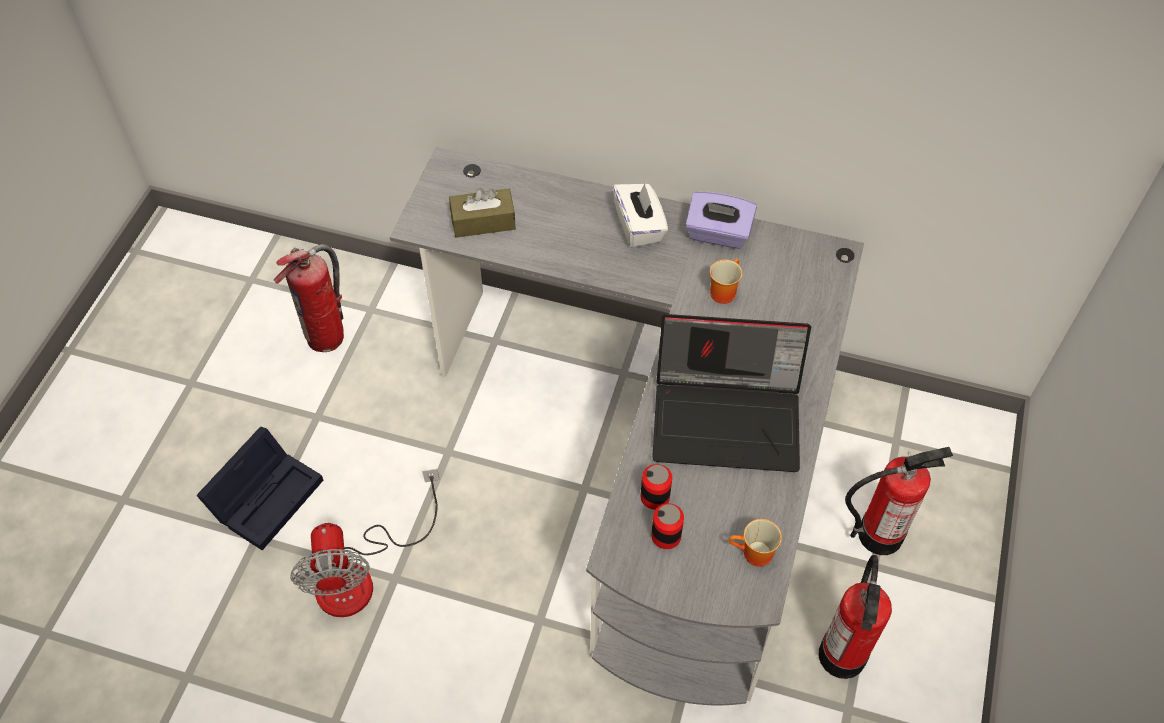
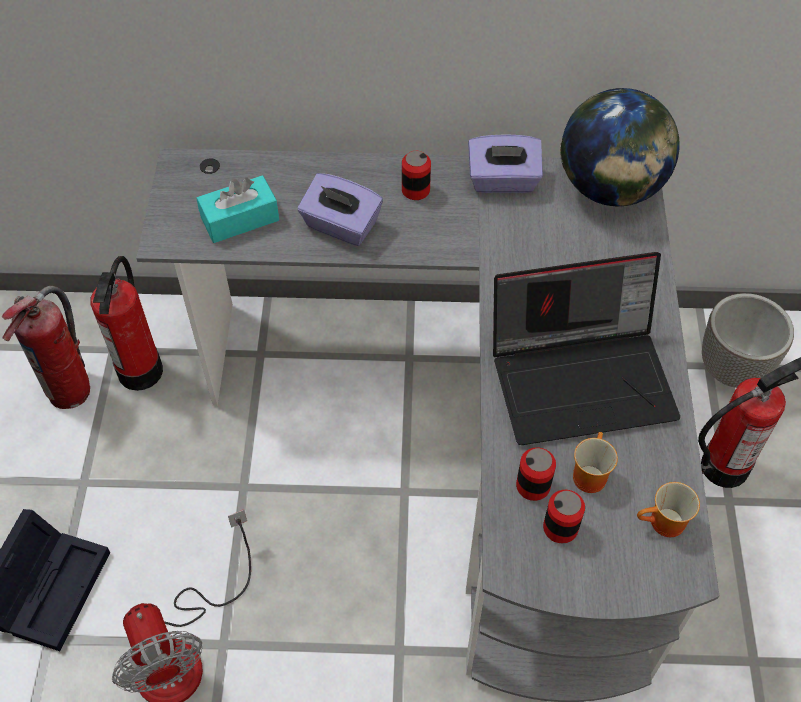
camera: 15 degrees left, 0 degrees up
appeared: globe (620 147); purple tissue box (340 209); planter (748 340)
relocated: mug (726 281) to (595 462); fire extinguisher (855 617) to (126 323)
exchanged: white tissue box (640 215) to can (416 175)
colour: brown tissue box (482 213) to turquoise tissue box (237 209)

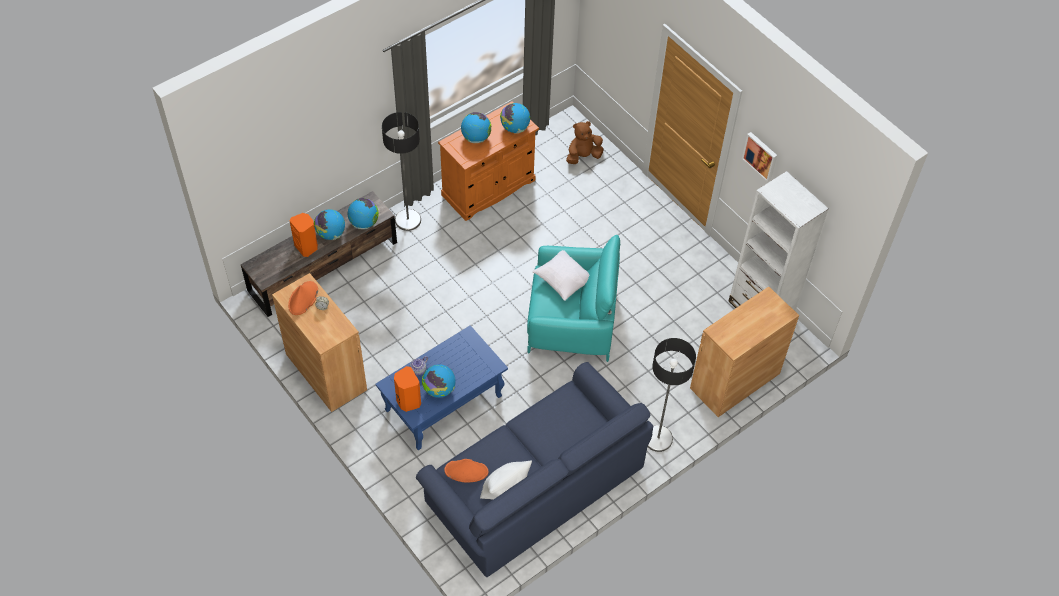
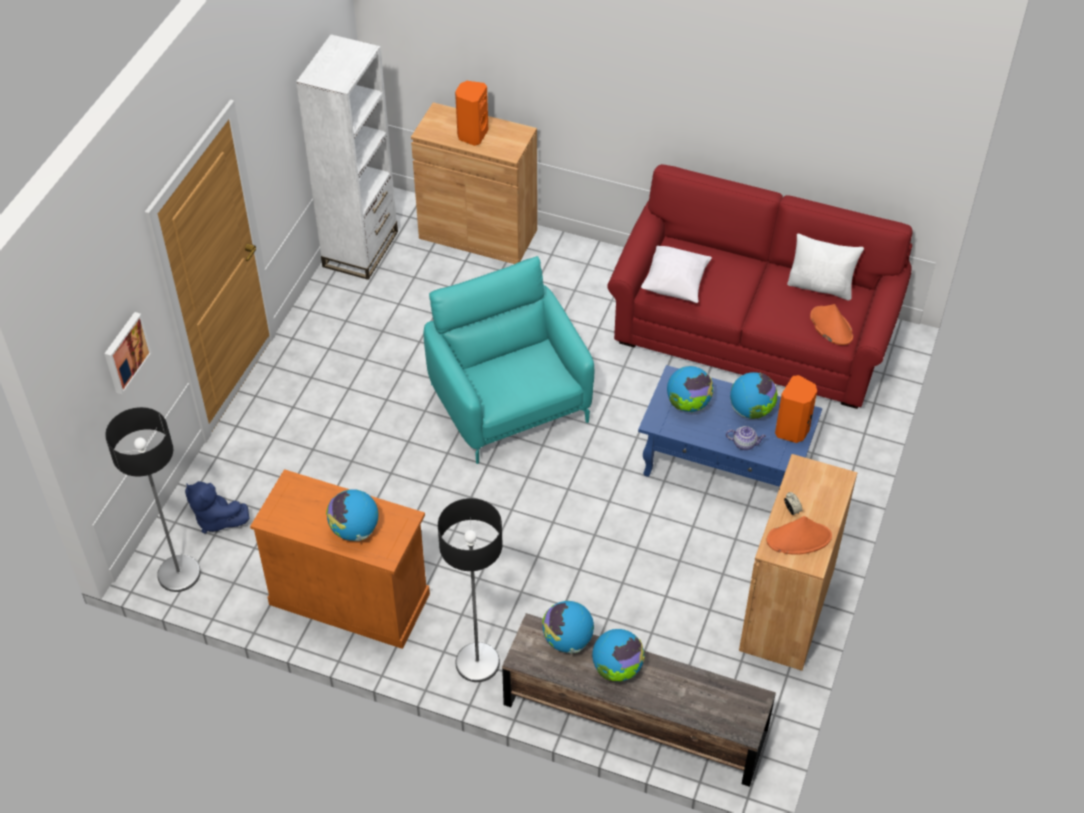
camera: 120 degrees left, 5 degrees down
relocated: globe (515 118) to (690 389); picture (759 157) to (128 353); orange speaker (304 235) to (471 113); white pillow (560 275) to (676 274); floor lamp (672 395) to (153 499)
colour: brown plush toy (585 142) to blue plush toy (217 507); blue sofa (534 469) to red sofa (760 286)

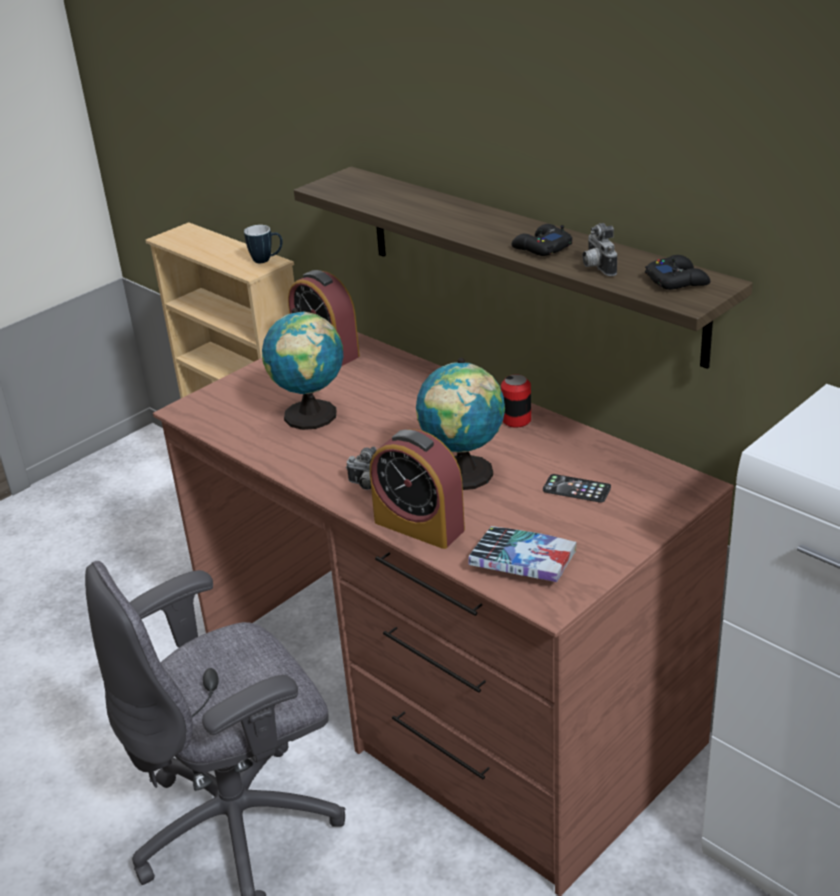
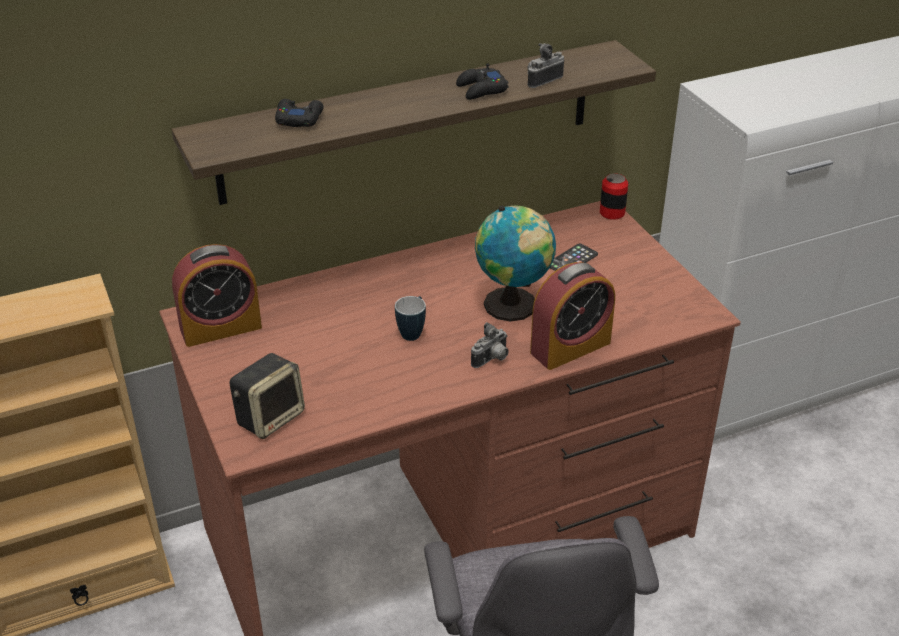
camera: 70 degrees left, 5 degrees up
missing: globe (302 369); book (522 554)
appeared: speaker (267 396)
relocated: mug (263 244) to (410 318); black game controller (677 272) to (299 113); can (516 400) to (614 196)
spun: photo camera (599 249) = (545 65) 135 degrees clockwise

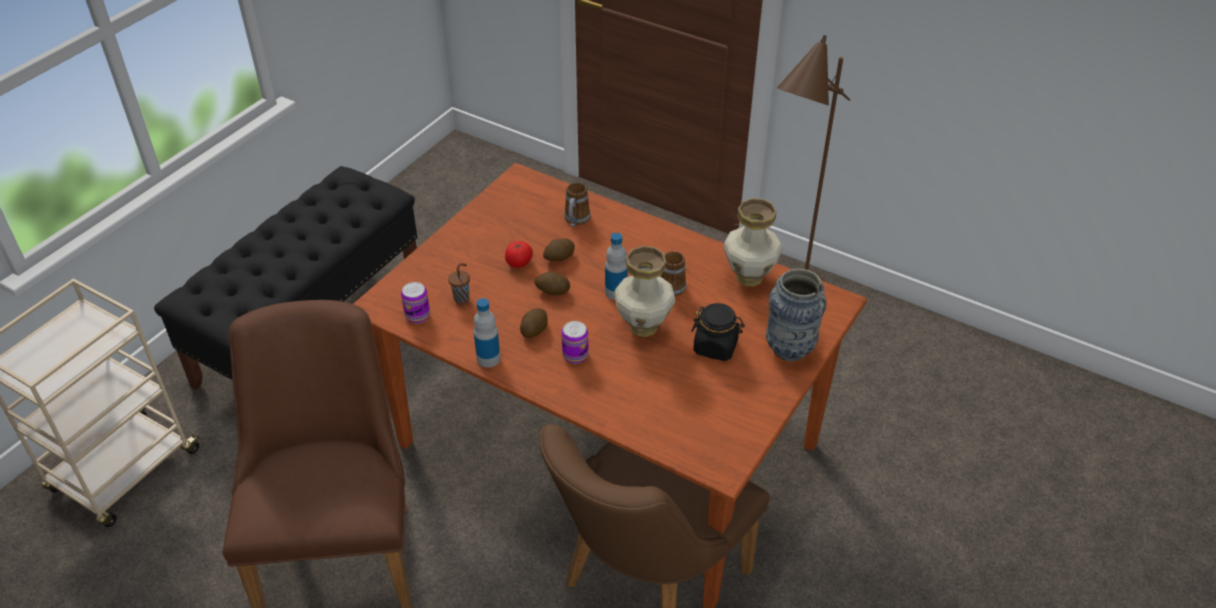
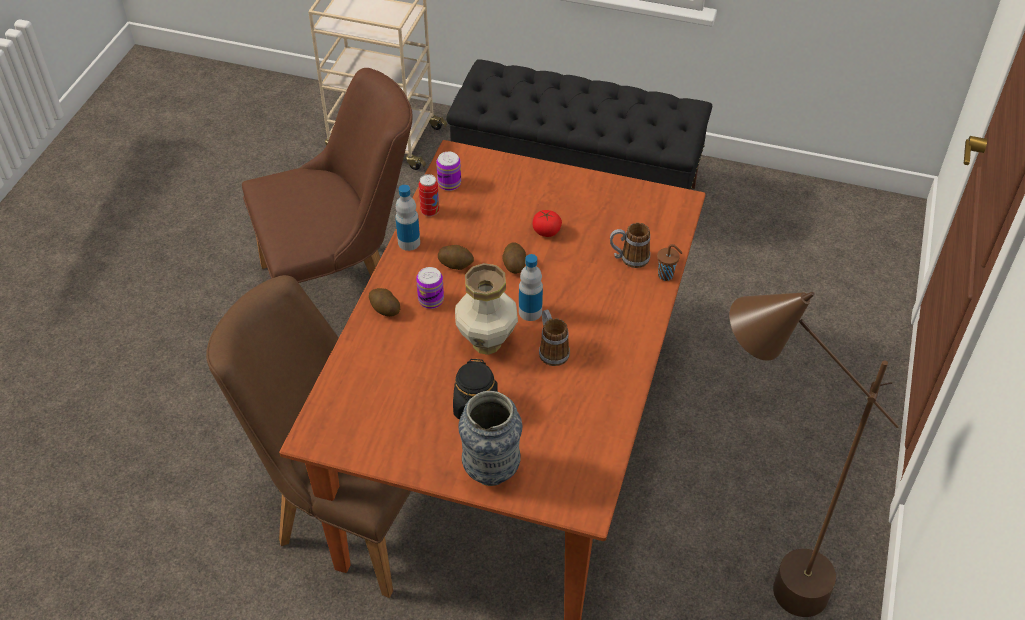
camera: 75 degrees right, 5 degrees up
missing: vase (753 242)
appeared: can (429 195)
relocated: potato (559 249) to (384 302); brown cup (459 283) to (670 262)

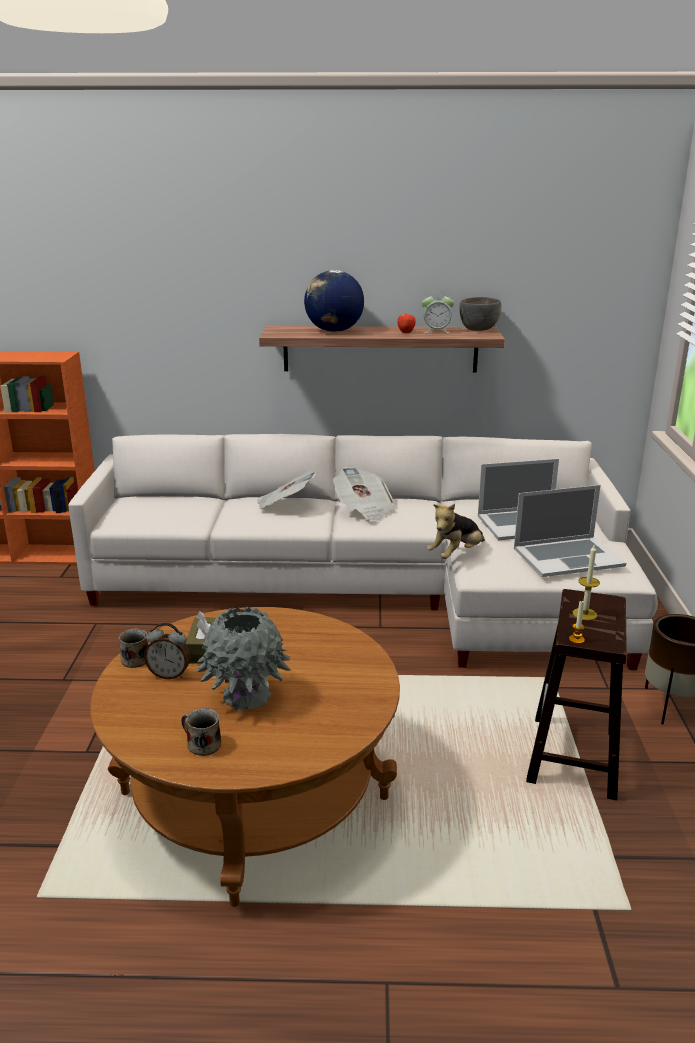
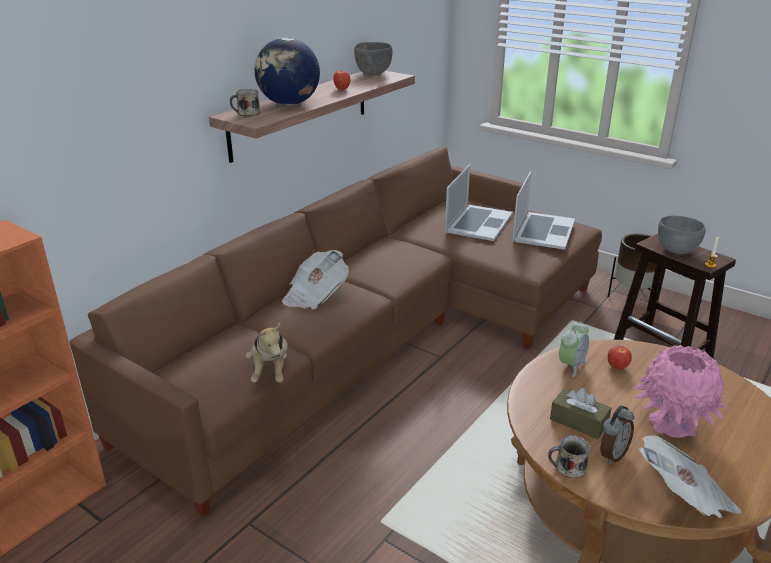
camera: 55 degrees left, 5 degrees up
appeared: apple (620 357)
relocated: alarm clock (438 312) to (574 349); newspaper (364 494) to (690 476); plush toy (456 531) to (267 353); mug (201 732) to (245 102)
exchanged: candle (586 583) to grey bowl (682 235)
colour: white sofa (363 552) to brown sofa (336 331); grey vase (244 659) to pink vase (679 391)

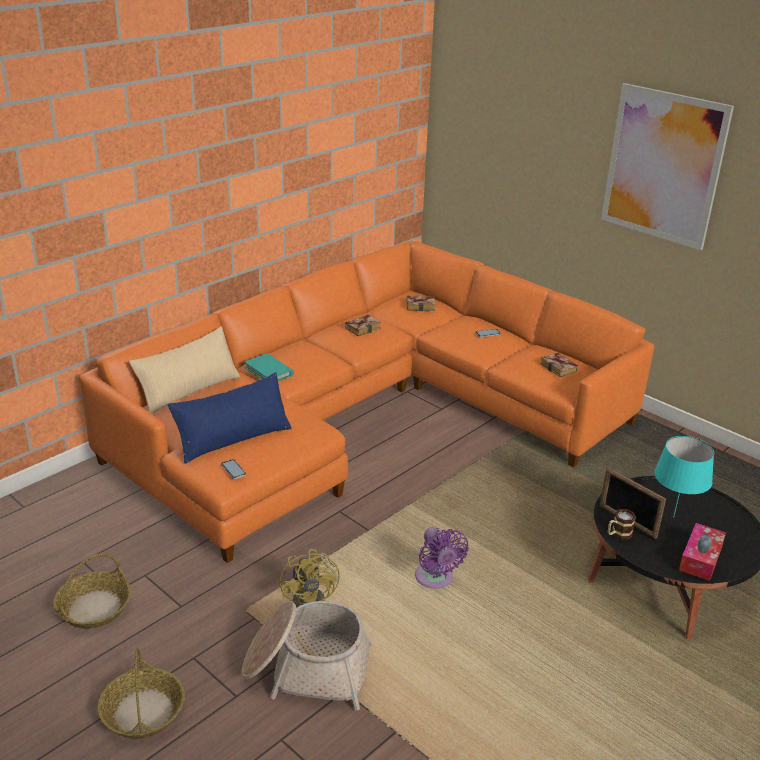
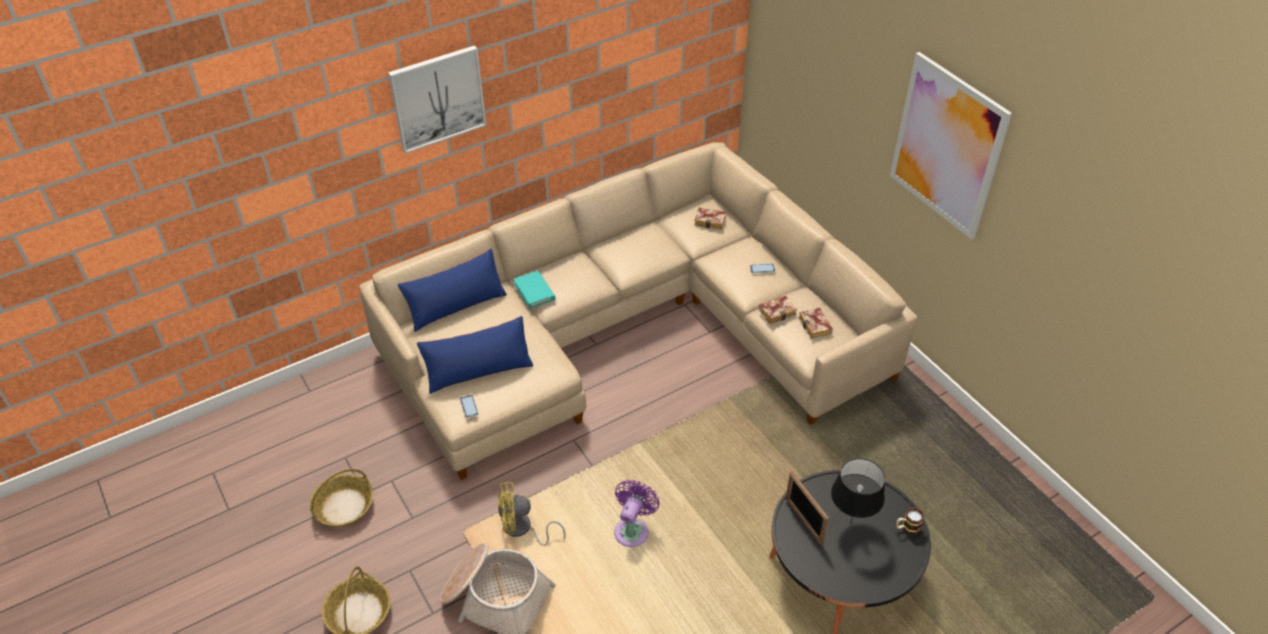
camera: 15 degrees right, 15 degrees up
missing: tissue box (702 552)
appeared: picture (437 100)
relocated: book (363 325) to (778 310); mug (622 524) to (910 521)
colour: orange sofa (367 402) to beige sofa (638 311); beige pillow (184 370) to blue pillow (452 290); turquoise table lamp (684 477) to black table lamp (858 490)
spun: purple fan (442 558) = (637 513) 150 degrees counterclockwise; yellow fan (309 578) = (532 514) 75 degrees clockwise

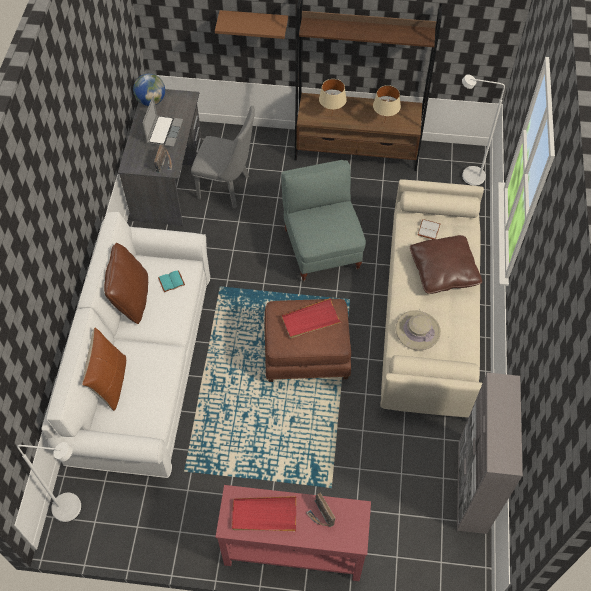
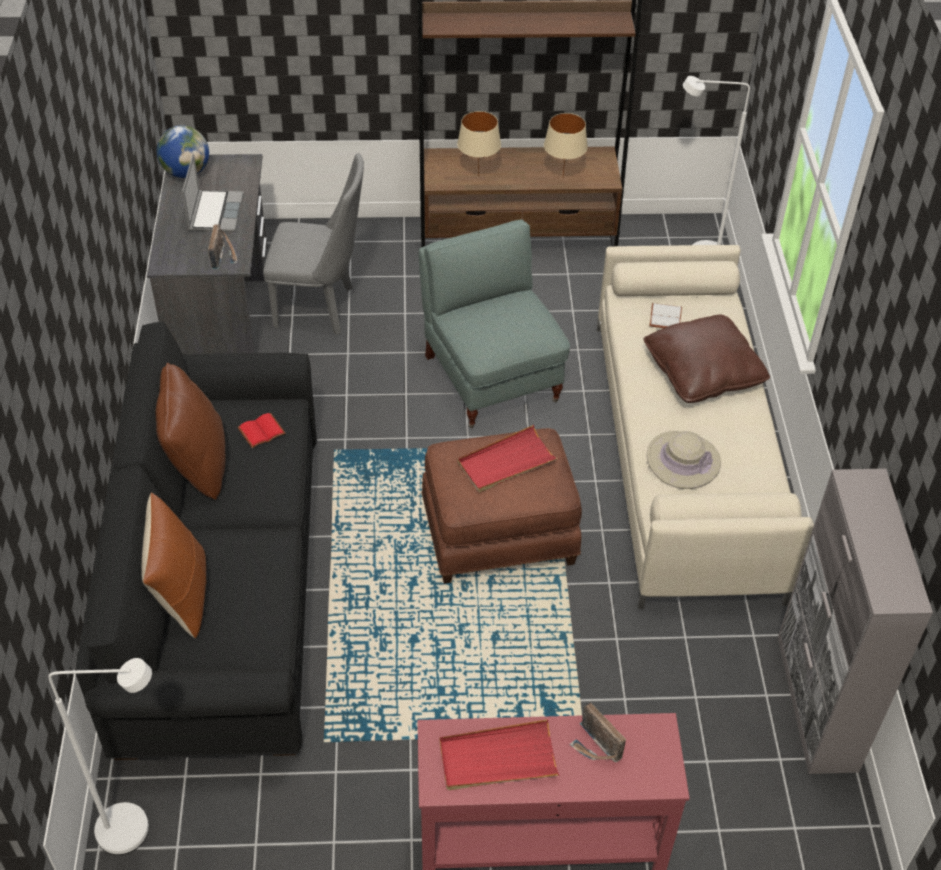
camera: 10 degrees left, 10 degrees down
missing: brown shelf (251 24)
colour: white sofa (125 345) to black sofa (196 540); turquoise book (171 281) to red book (262 430)

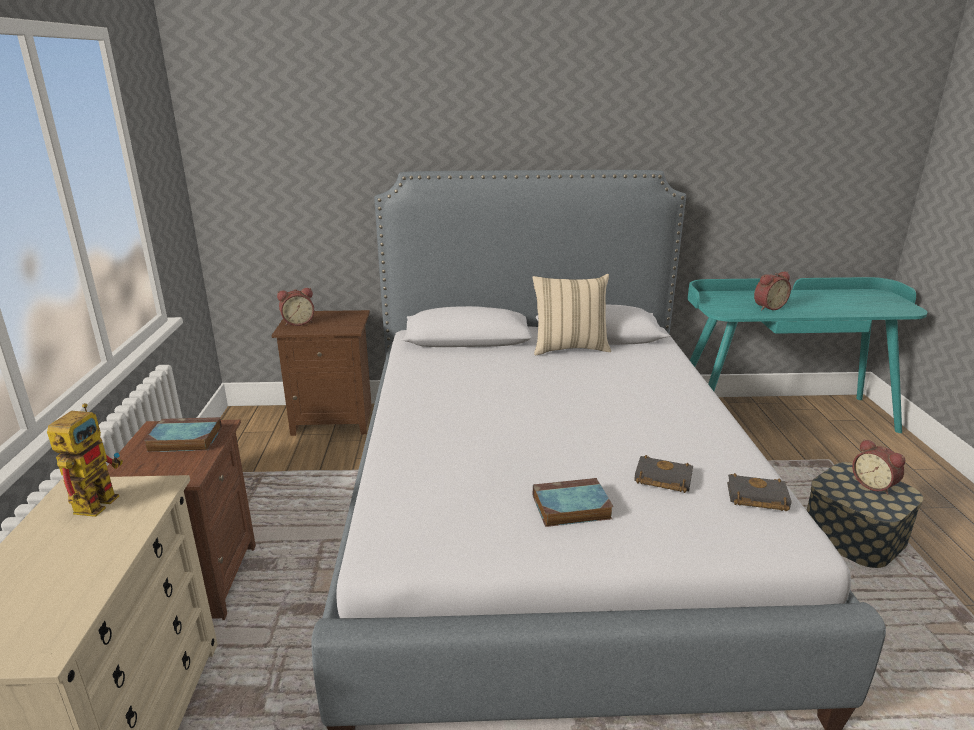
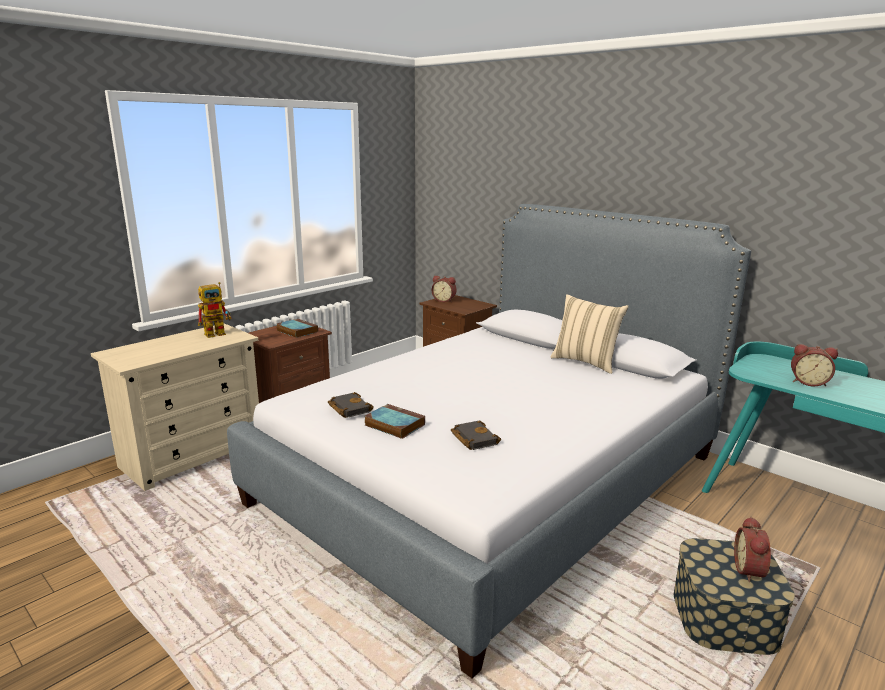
camera: 45 degrees right, 5 degrees down
relocated: black book (759 492) to (351 405)

